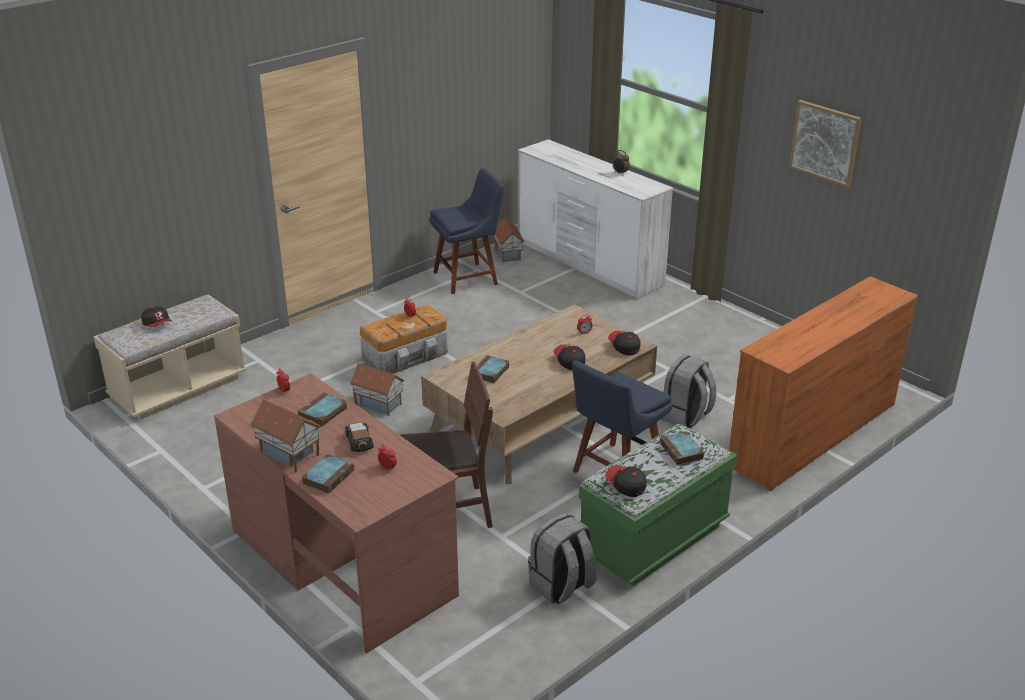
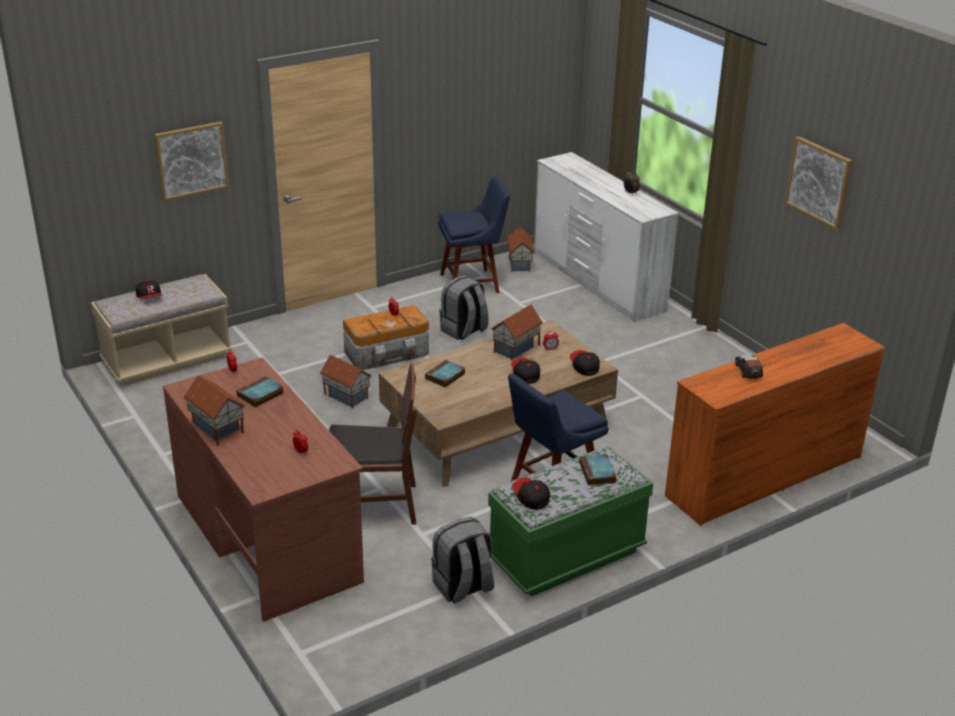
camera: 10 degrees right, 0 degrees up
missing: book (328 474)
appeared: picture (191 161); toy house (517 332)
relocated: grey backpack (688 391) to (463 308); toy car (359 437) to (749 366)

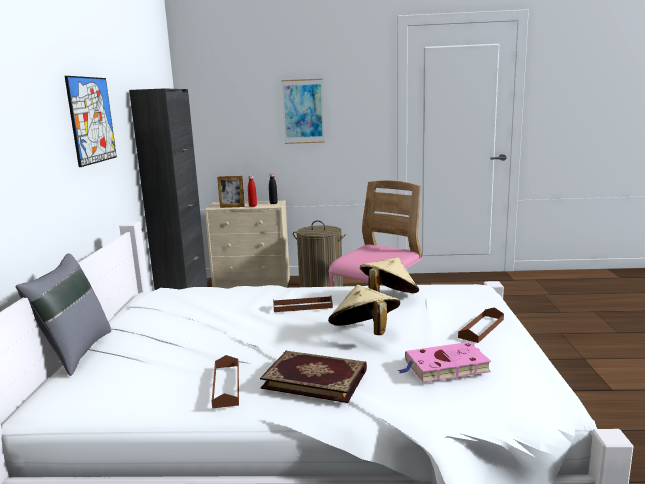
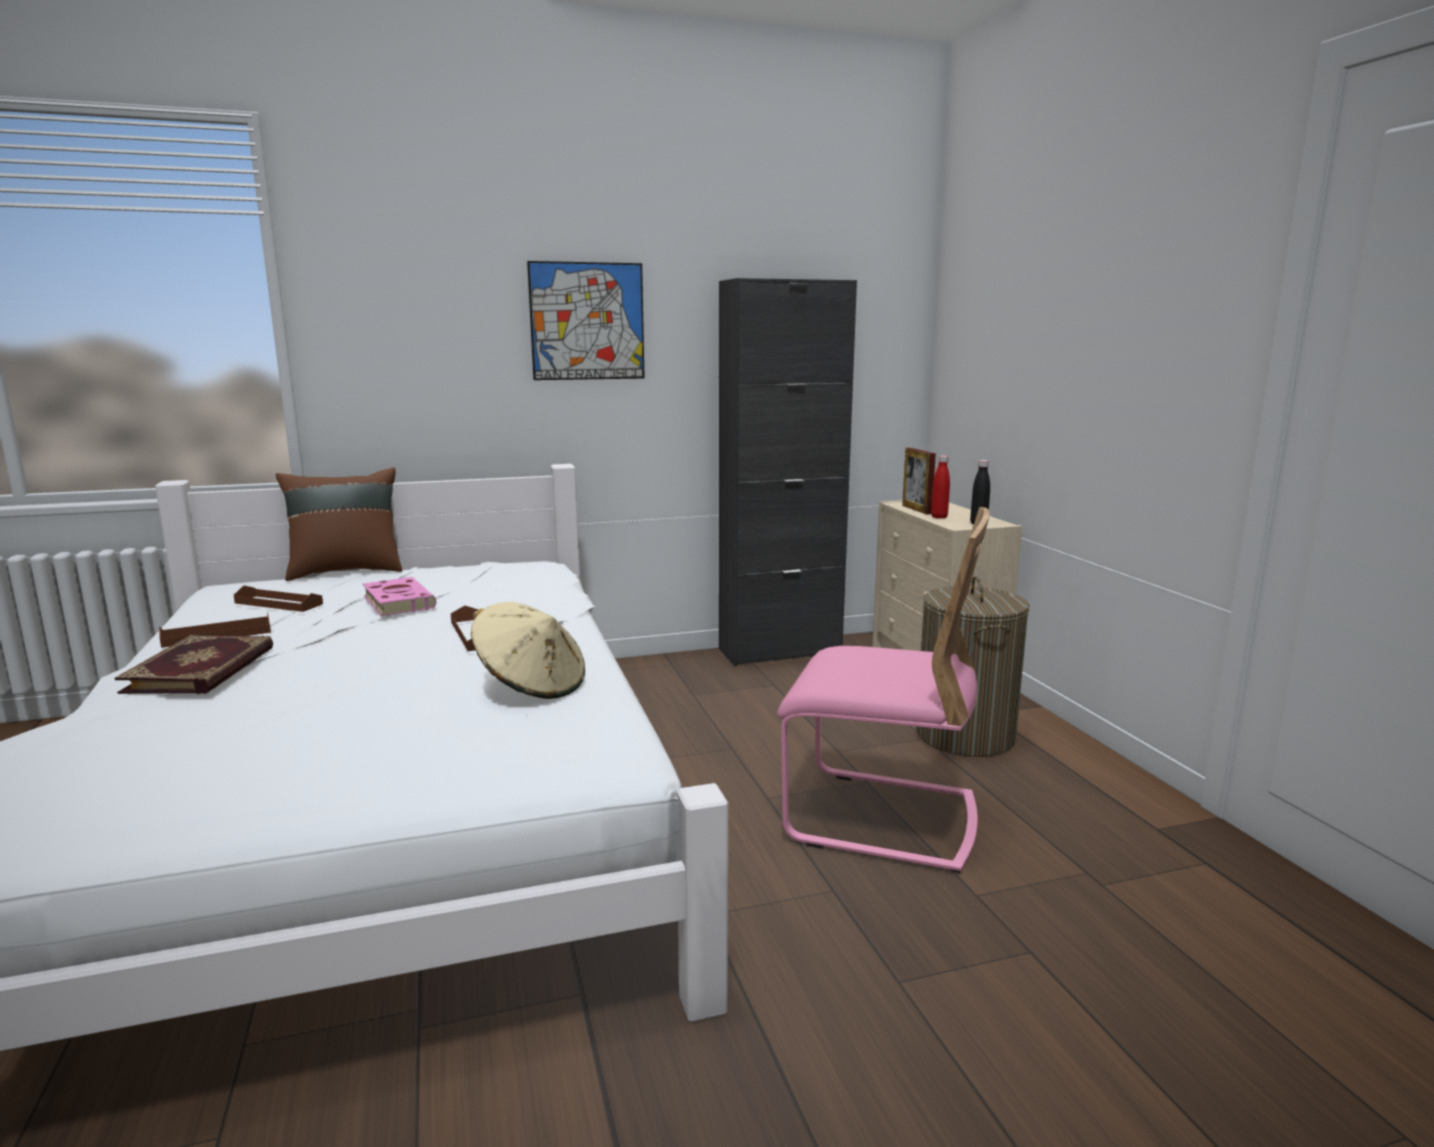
camera: 70 degrees right, 0 degrees up
missing: picture (303 111); beige hat (364 310)
relocated: brown tray (481 325) to (278 598); pink book (444 362) to (399 596)
colour: grey pillow (63 314) to brown pillow (339 524)

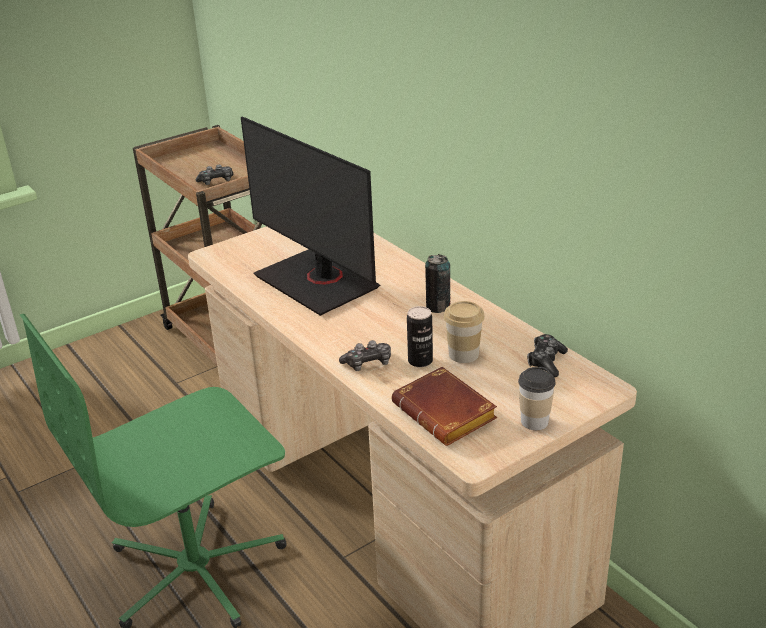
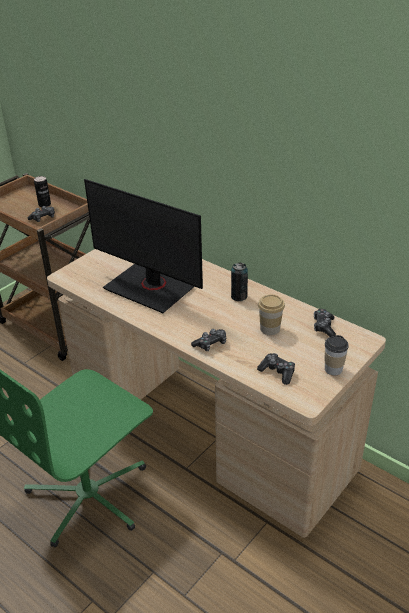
camera: 15 degrees left, 5 degrees up
relocated: can (420 336) to (42 191)
exchanged: brown book (444 406) to game controller (276 369)

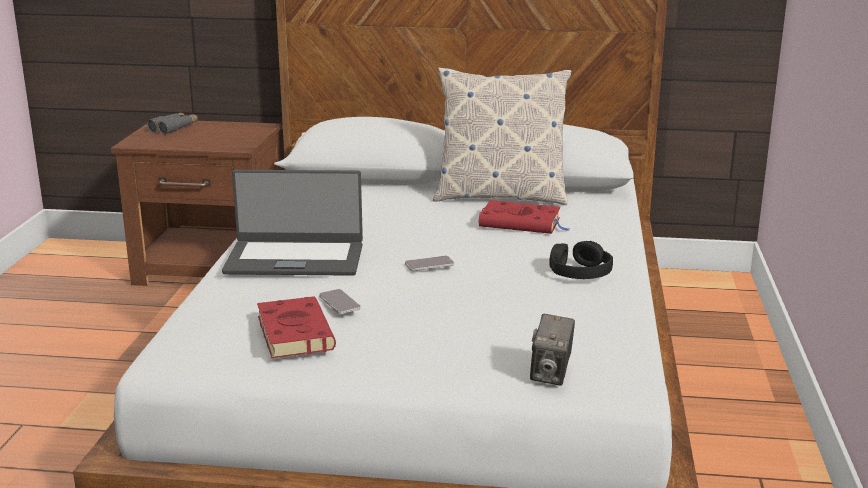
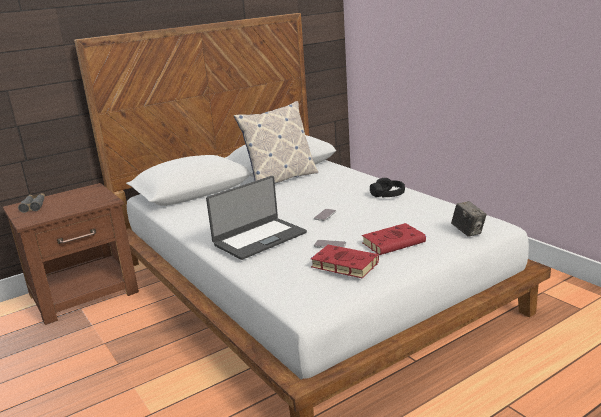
camera: 40 degrees left, 0 degrees up
relocated: red book (524 217) to (394 239)

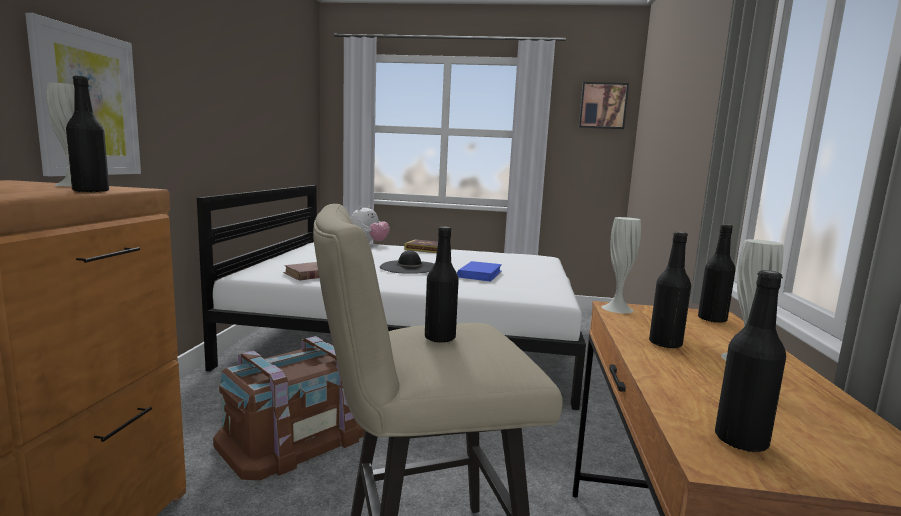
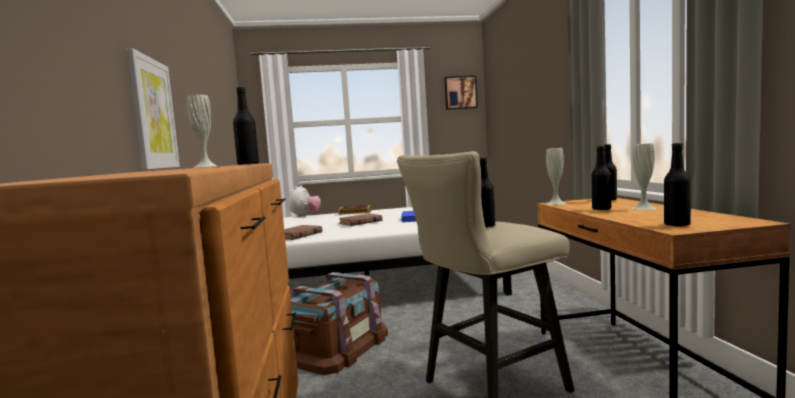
camera: 15 degrees left, 5 degrees down
exchanged: black hat (407 262) to brown book (360 219)

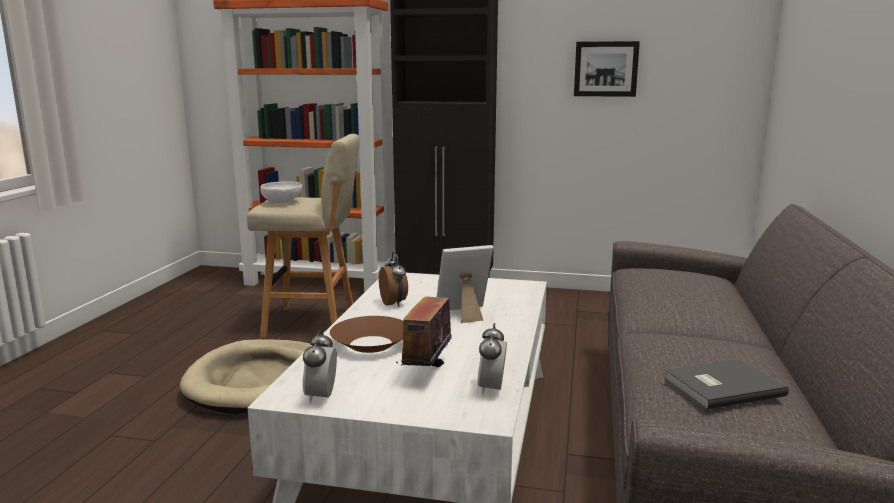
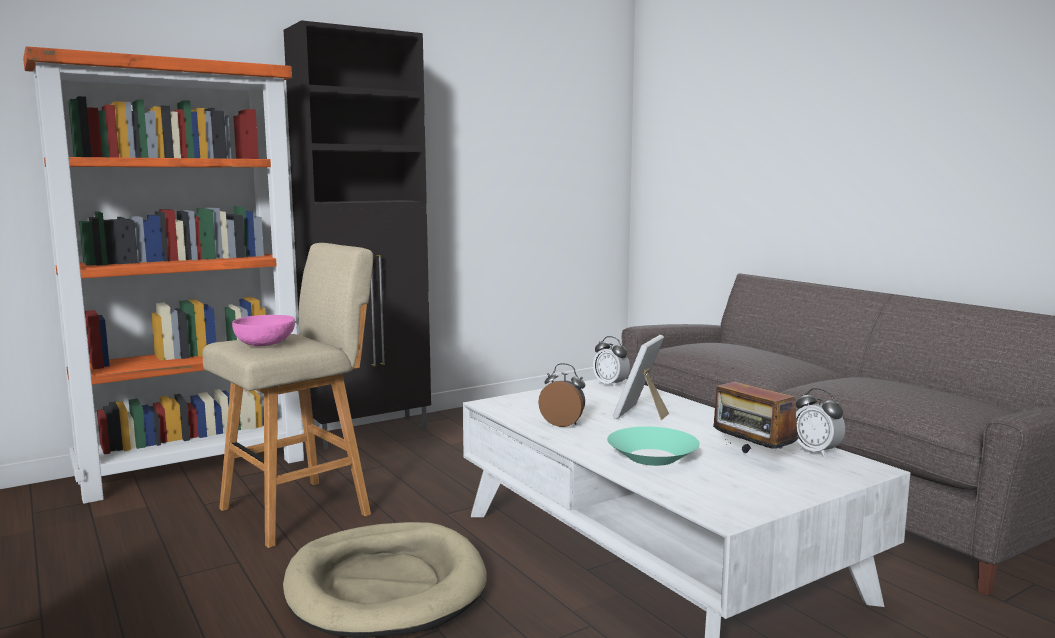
camera: 45 degrees left, 5 degrees down
missing: picture (607 69); grey book (727 384)
relocated: alarm clock (320 366) to (611 362)
colour: white bowl (281 192) to pink bowl (263 330); brown bowl (366 334) to turquoise bowl (653 446)

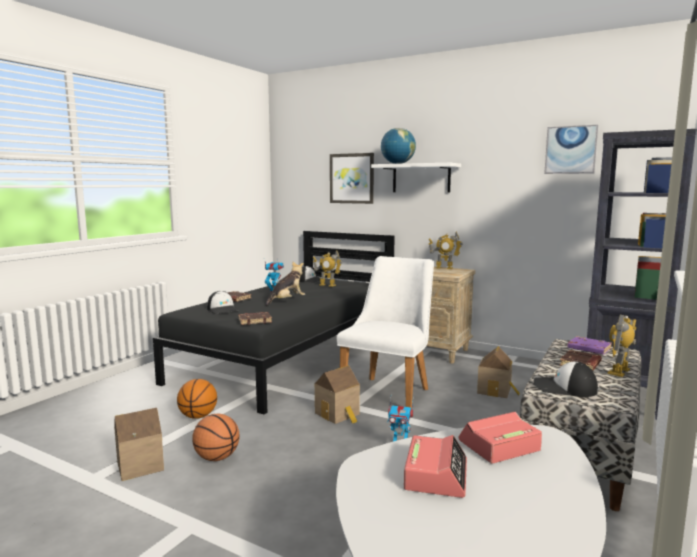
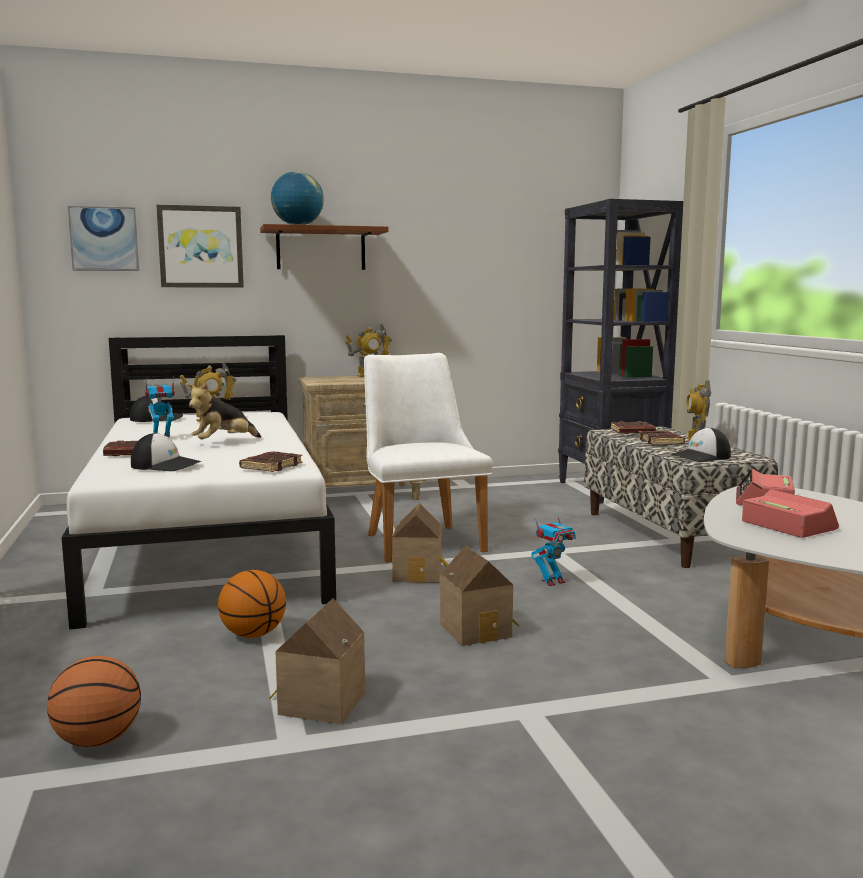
camera: 45 degrees left, 0 degrees up
relocated: picture (571 149) to (103 238); toy house (498 372) to (479 595); basketball (216 437) to (94 701)
colour: white shelf (416 178) to brown shelf (324 247); black bed (274 322) to white bed (199 482); purple book (589 345) to brown book (633 427)
spun: plush toy (285 284) = (224 410) 135 degrees counterclockwise

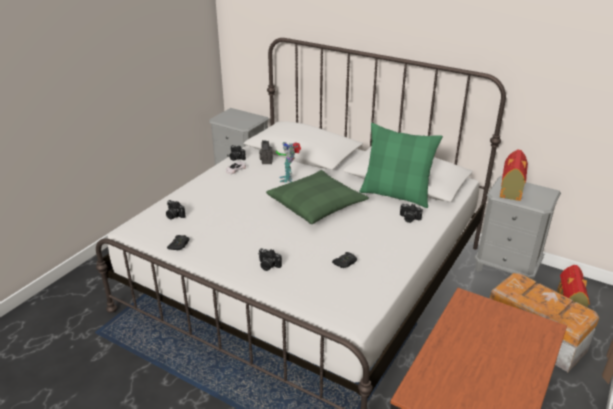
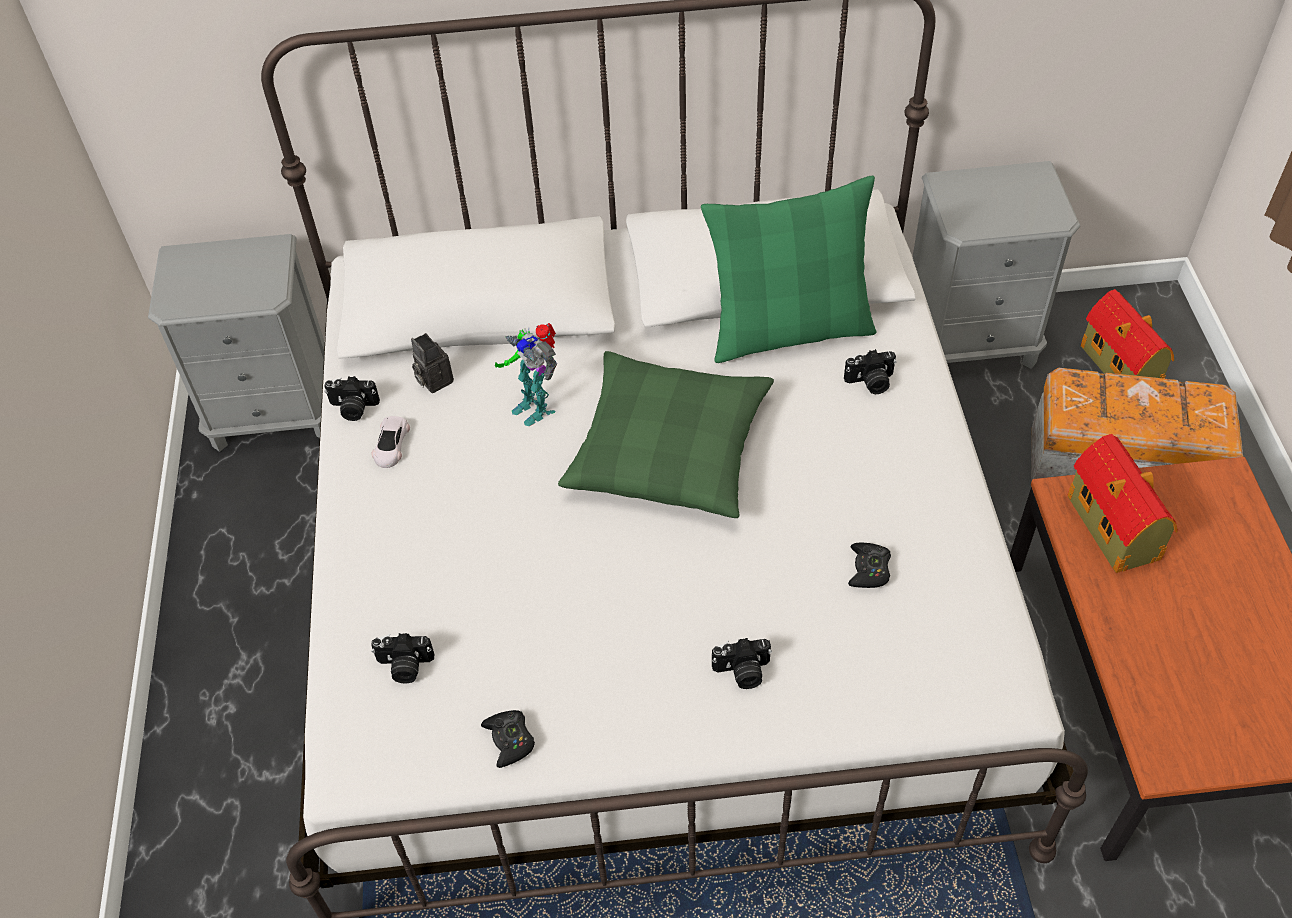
camera: 35 degrees left, 20 degrees up
relocated: toy house (514 175) to (1123 503)

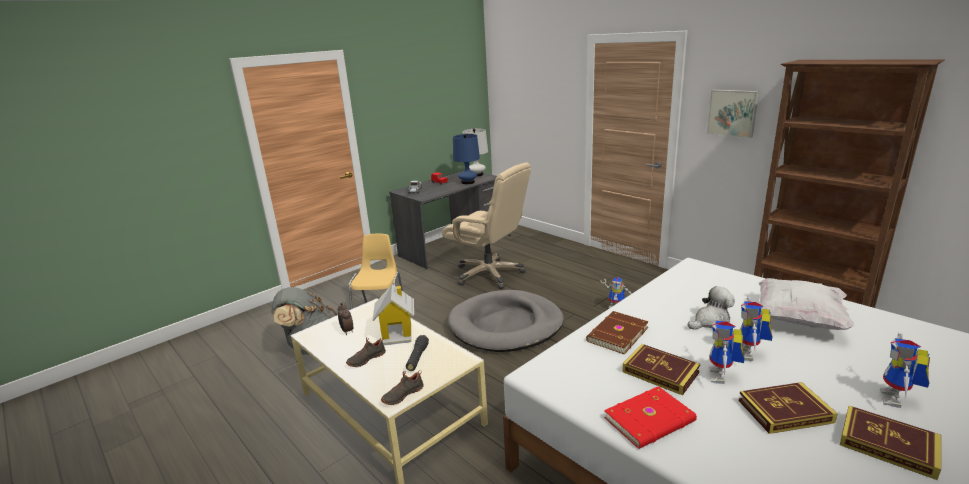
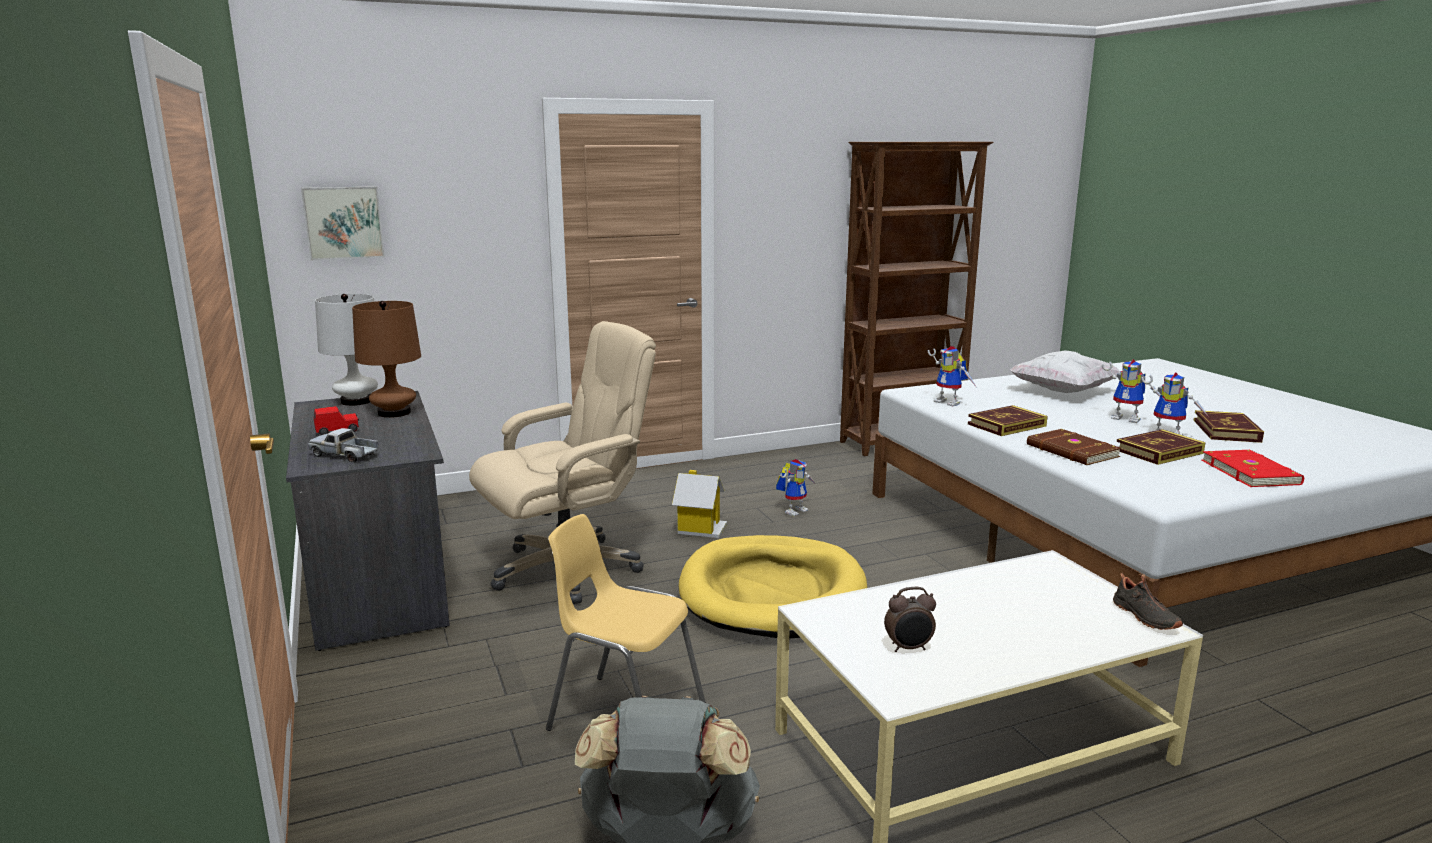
camera: 70 degrees left, 5 degrees down
missing: plush toy (711 308); black flashlight (417 353); black shoe (366 352)
relocated: picture (733 114) to (343 223); toy house (393 314) to (699 504); toy robot (905 370) to (952 376); book (890 443) to (1008 420)
colour: blue table lamp (466 159) to brown table lamp (386 359); grey dog bed (506 321) to yellow dog bed (773 586)

